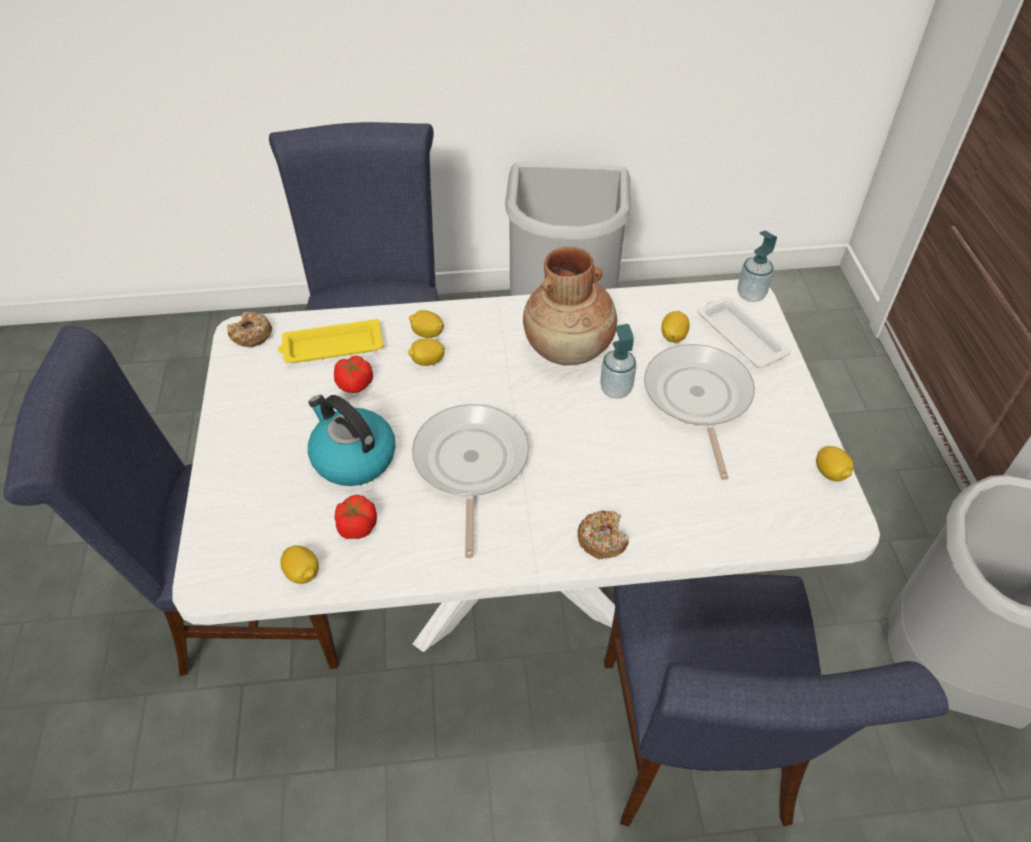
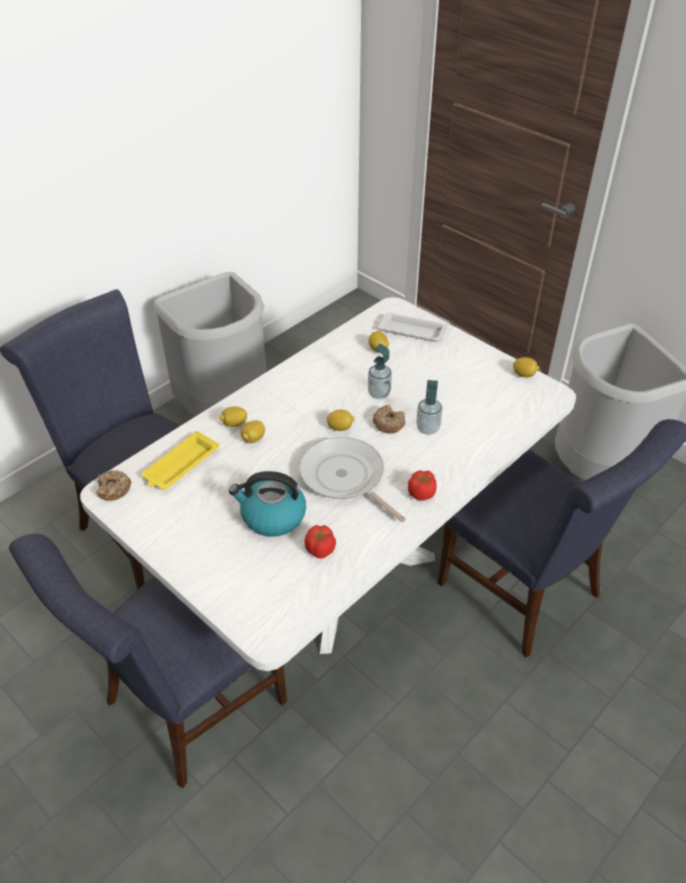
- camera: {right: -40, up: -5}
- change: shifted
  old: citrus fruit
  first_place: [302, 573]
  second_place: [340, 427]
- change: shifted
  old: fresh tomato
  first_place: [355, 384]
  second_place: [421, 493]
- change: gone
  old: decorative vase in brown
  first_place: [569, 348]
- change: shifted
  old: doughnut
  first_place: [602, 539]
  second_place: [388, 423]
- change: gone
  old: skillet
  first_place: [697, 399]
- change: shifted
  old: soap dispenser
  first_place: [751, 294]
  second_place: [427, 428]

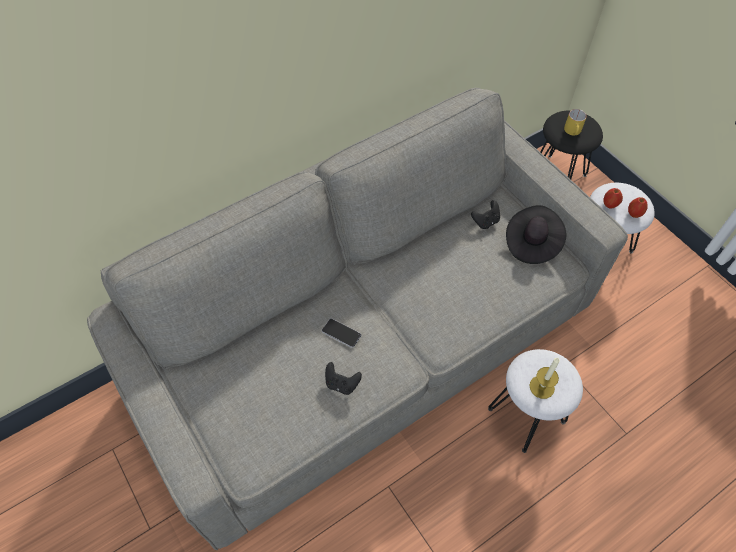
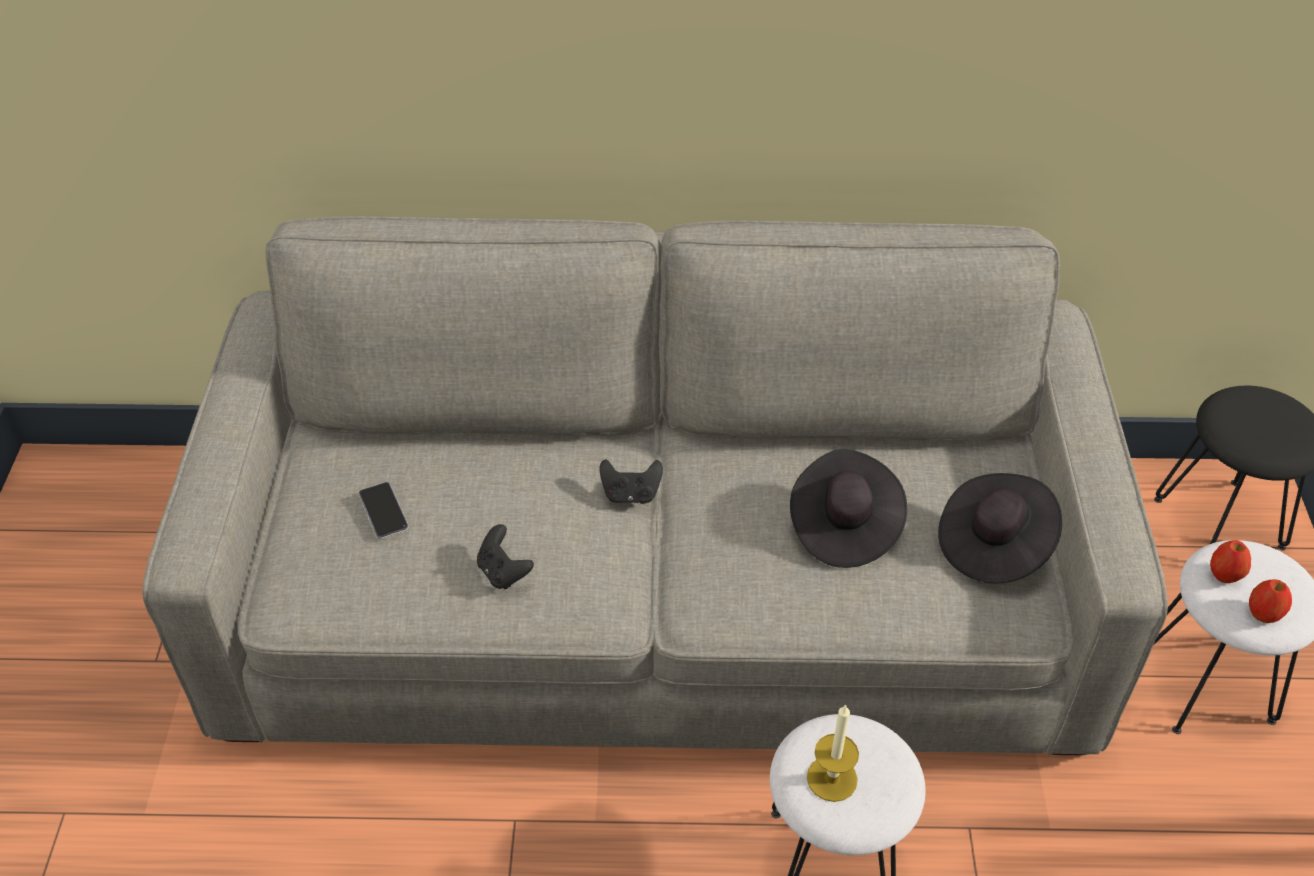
- camera: {right: 35, up: -10}
- change: shifted
  old: phone
  first_place: [341, 333]
  second_place: [383, 511]
- change: shifted
  old: gamepad in black-coloured
  first_place: [485, 221]
  second_place: [631, 494]
- change: gone
  old: tea mug in yellow-coloured
  first_place: [573, 132]
- change: new
  new: wearable hat in black-coloured
  second_place: [843, 526]

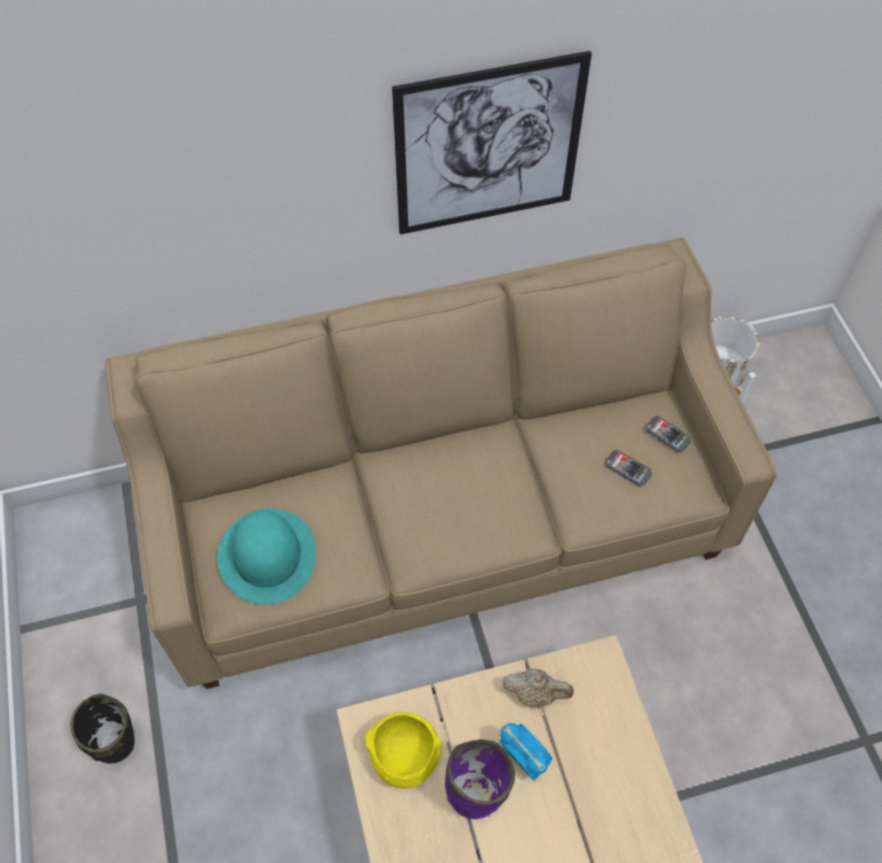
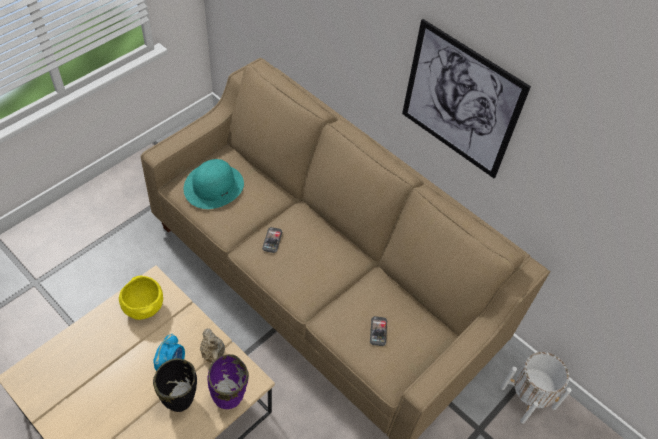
- camera: {right: 55, up: -5}
- change: shifted
  old: decorative vase in black-coloured
  first_place: [121, 748]
  second_place: [180, 404]
- change: shifted
  old: decorative vase in purple-coloured
  first_place: [477, 797]
  second_place: [230, 401]
- change: shifted
  old: phone
  first_place: [667, 435]
  second_place: [272, 240]

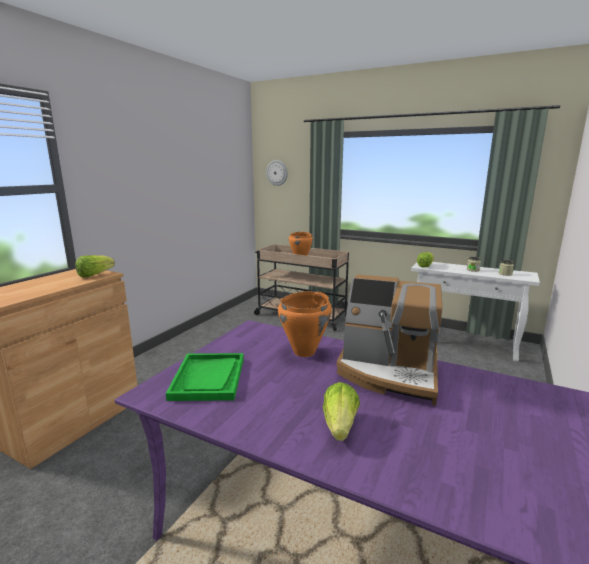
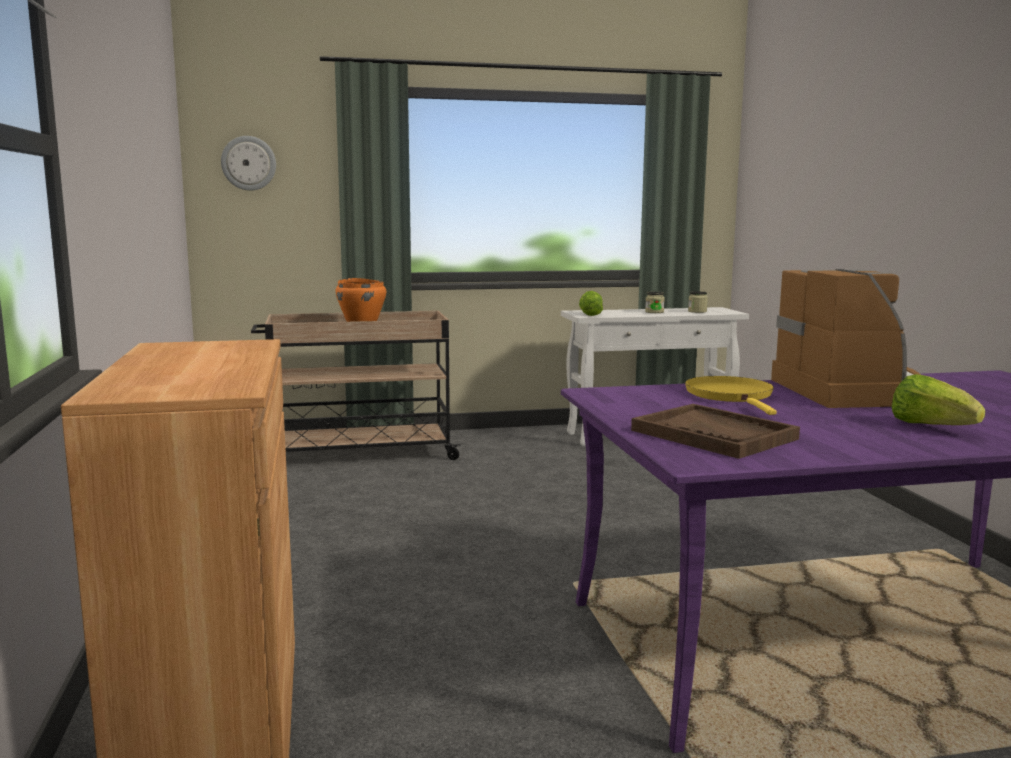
- camera: {right: -40, up: -5}
- change: gone
  old: head of lettuce
  first_place: [94, 275]
- change: repainted
  old: carrying tray in green-coloured
  new: carrying tray in brown
  first_place: [208, 378]
  second_place: [714, 435]
- change: swapped
  old: saucepot in orange
  new: skillet in yellow-coloured
  first_place: [305, 352]
  second_place: [731, 396]
- change: rotated
  old: coffee maker
  first_place: [389, 372]
  second_place: [850, 391]
  degrees: -75

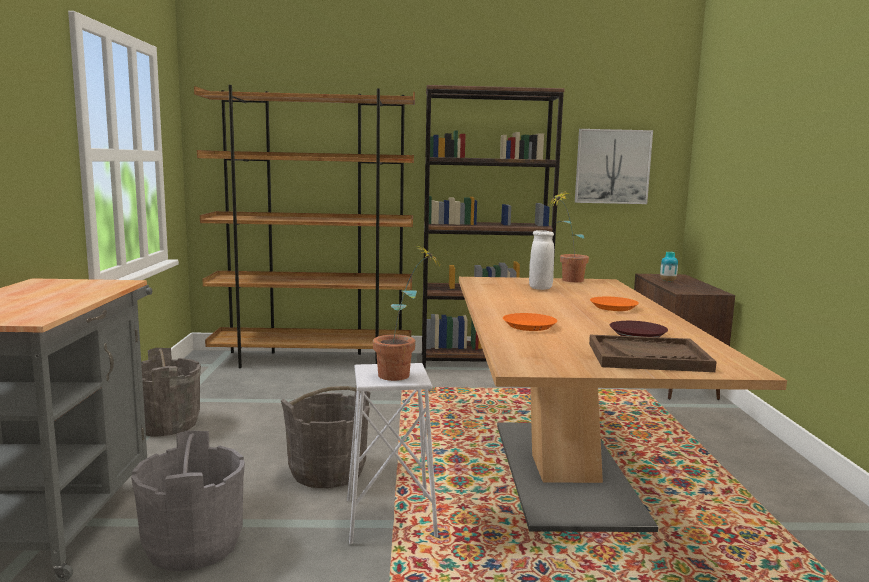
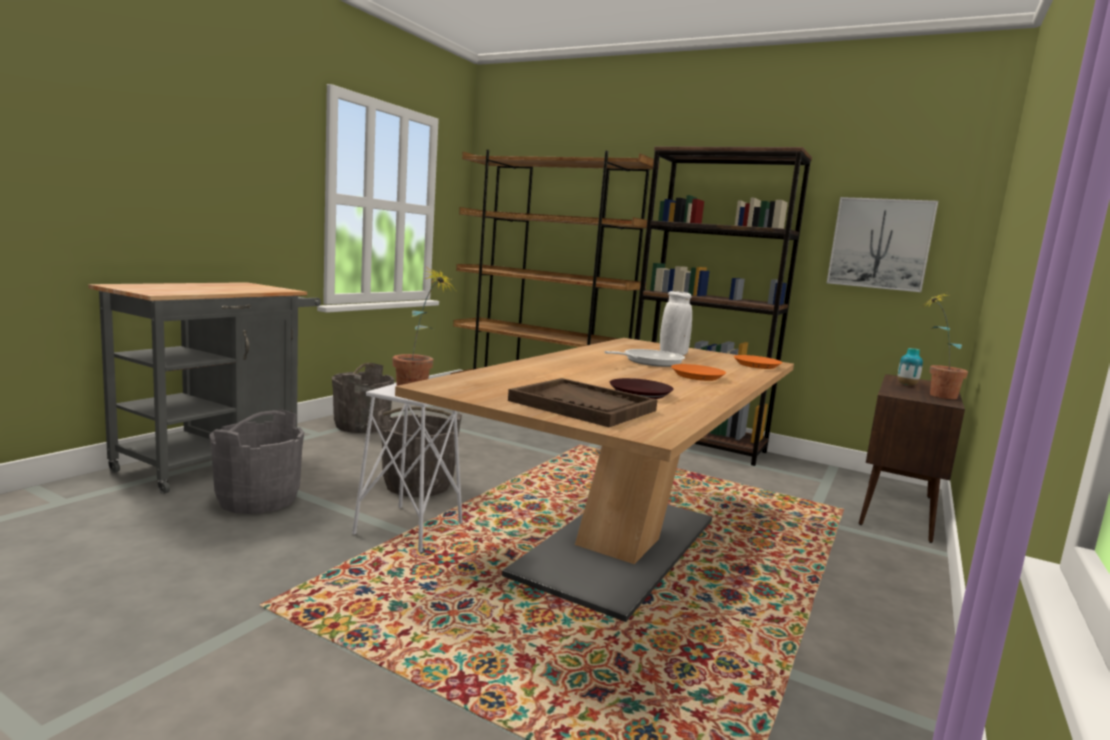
- camera: {right: 30, up: 0}
- change: shifted
  old: plate in orange
  first_place: [529, 326]
  second_place: [756, 365]
- change: shifted
  old: potted plant
  first_place: [566, 280]
  second_place: [934, 395]
- change: new
  new: skillet
  second_place: [648, 362]

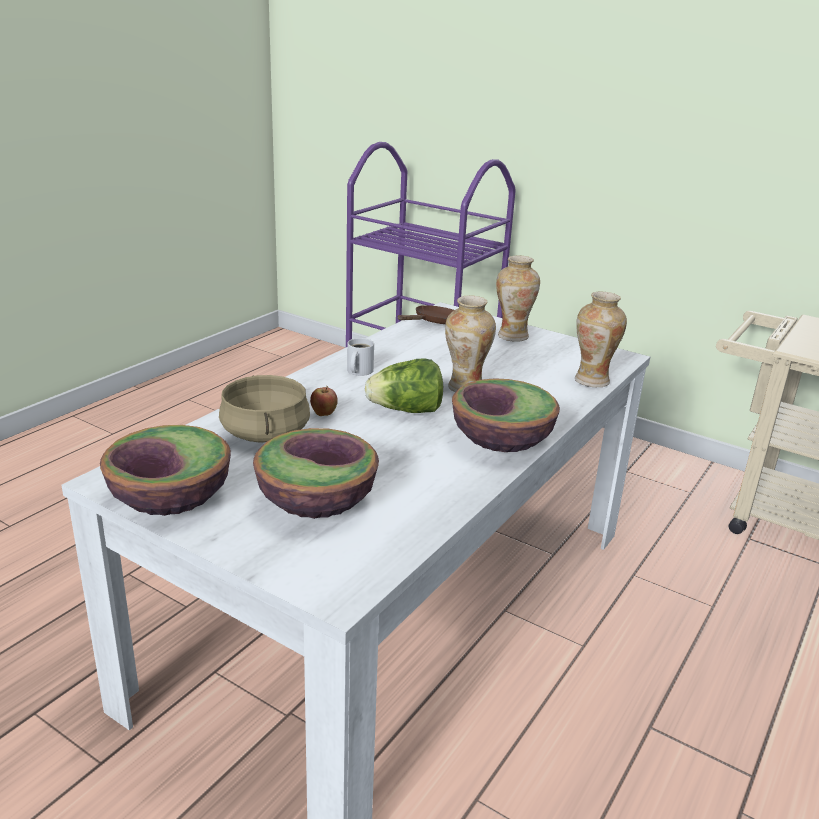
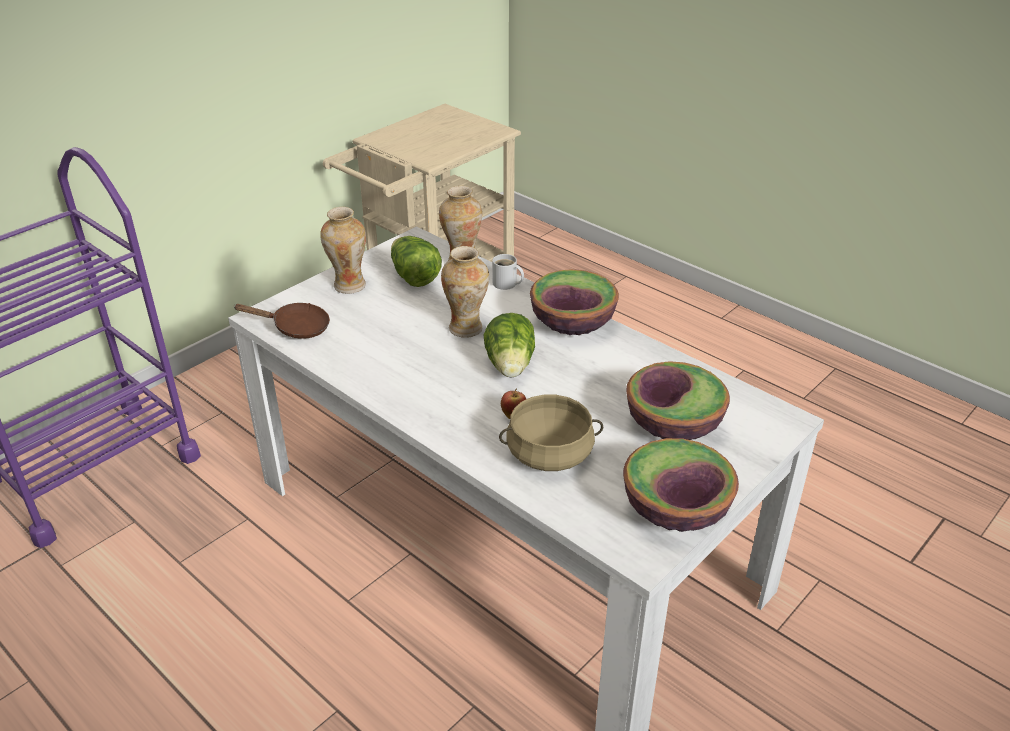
- camera: {right: -80, up: 10}
- change: shifted
  old: tea mug in white-coloured
  first_place: [358, 371]
  second_place: [506, 284]
- change: rotated
  old: skillet in brown
  first_place: [434, 323]
  second_place: [295, 327]
  degrees: 135
- change: new
  new: head of lettuce
  second_place: [414, 277]

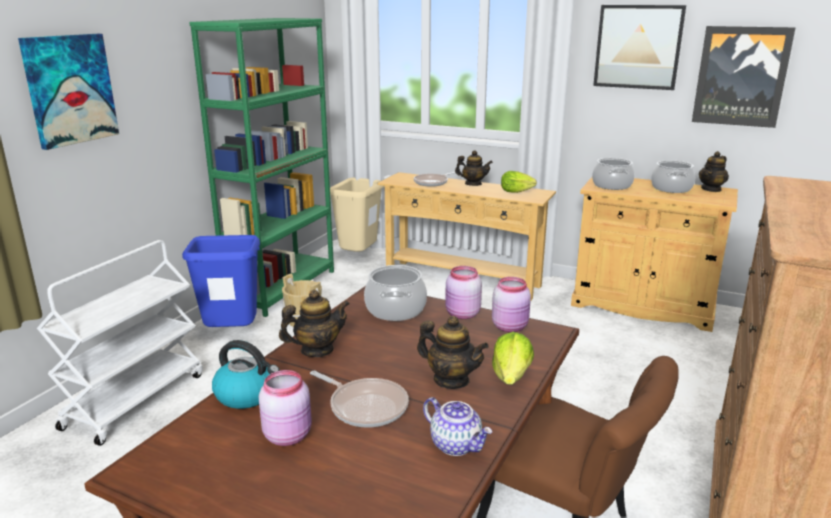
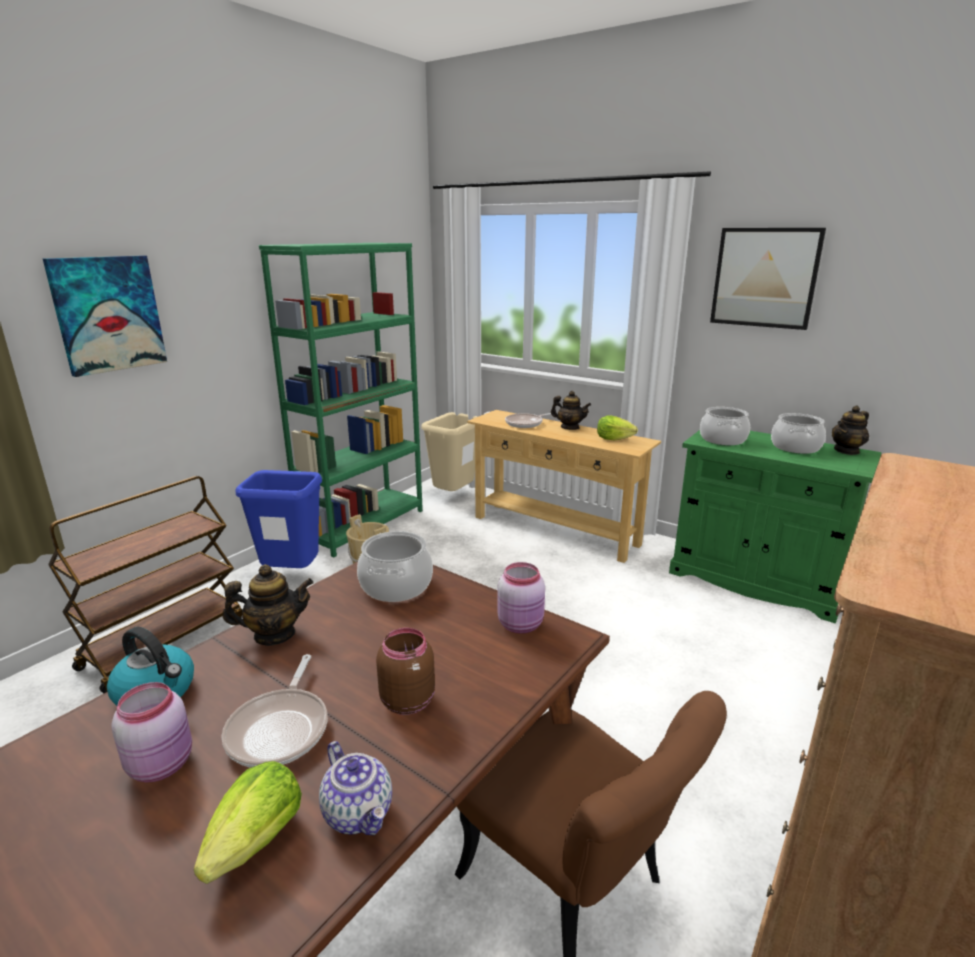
- camera: {right: 10, up: 0}
- change: repainted
  old: trolley in white-coloured
  new: trolley in brown
  first_place: [135, 400]
  second_place: [165, 642]
- change: rotated
  old: skillet
  first_place: [365, 406]
  second_place: [280, 729]
  degrees: 45
- change: swapped
  old: pot for tea
  new: jar in brown
  first_place: [451, 380]
  second_place: [407, 700]
- change: gone
  old: jar in pink
  first_place: [462, 314]
- change: shifted
  old: head of lettuce
  first_place: [511, 377]
  second_place: [257, 841]
- change: repainted
  old: cabinet in beige
  new: cabinet in green-coloured
  first_place: [642, 306]
  second_place: [755, 580]
- change: gone
  old: picture
  first_place: [741, 76]

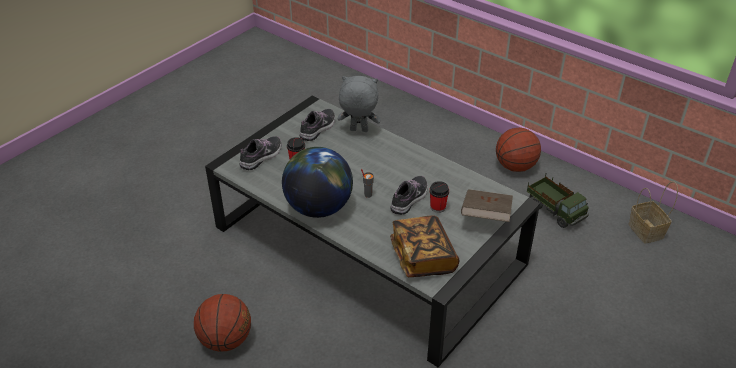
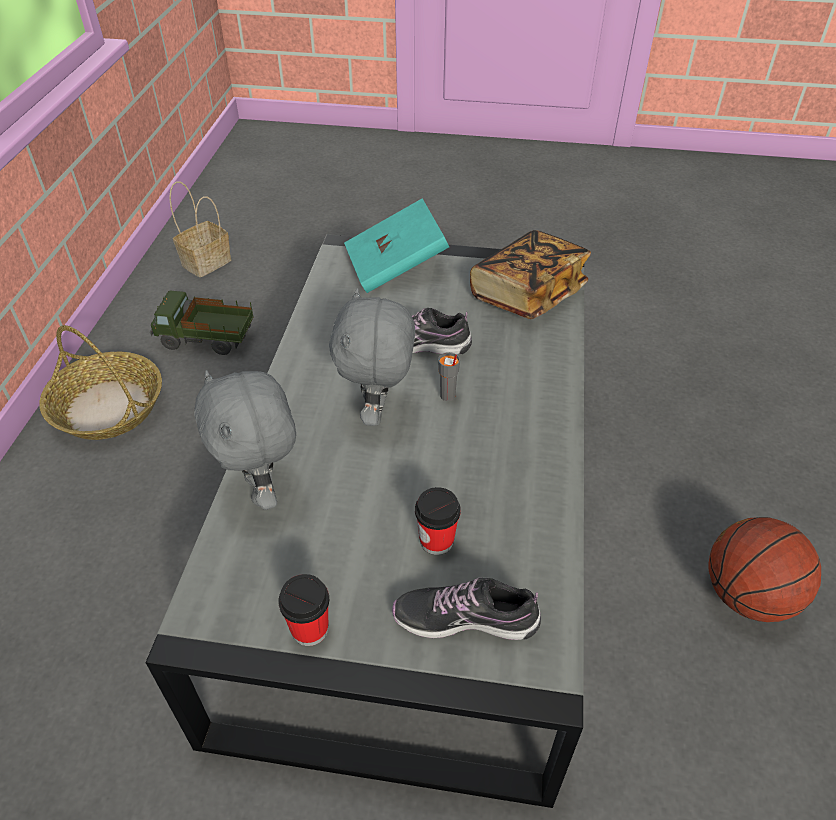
- camera: {right: -120, up: 5}
- change: gone
  old: desk globe
  first_place: [318, 207]
- change: gone
  old: shoe
  first_place: [318, 128]
- change: shifted
  old: small cup
  first_place: [437, 207]
  second_place: [309, 629]
- change: repainted
  old: book in brown
  new: book in turquoise
  first_place: [485, 216]
  second_place: [396, 267]
- change: swapped
  old: basketball ball
  new: household basket
  first_place: [515, 166]
  second_place: [109, 407]
- change: rotated
  old: toy lorry
  first_place: [555, 211]
  second_place: [206, 340]
  degrees: -105
- change: new
  new: plush toy in greyish
  second_place: [378, 412]

